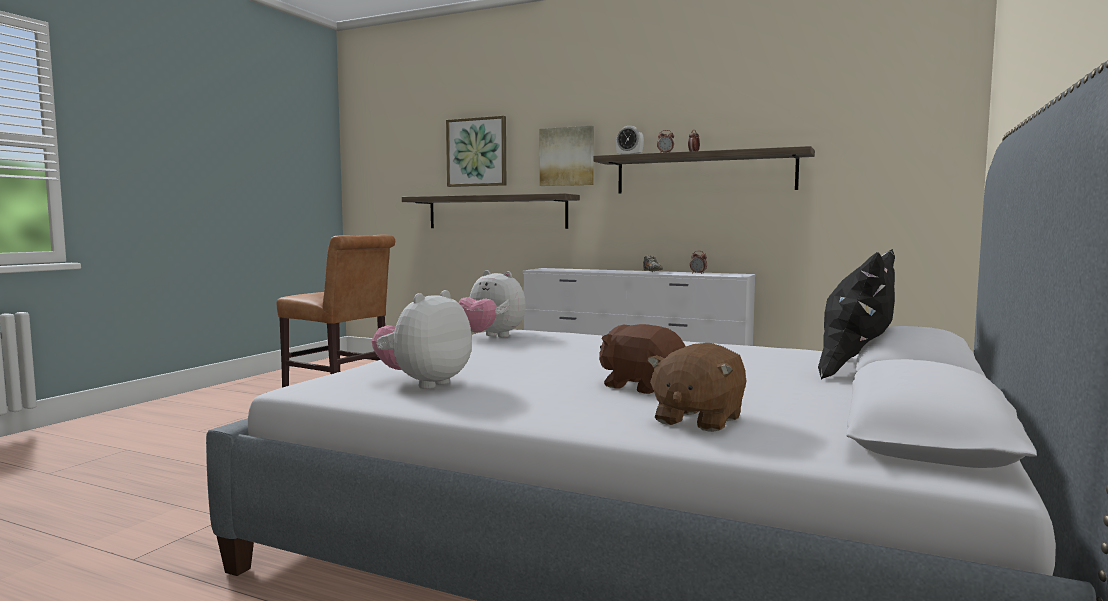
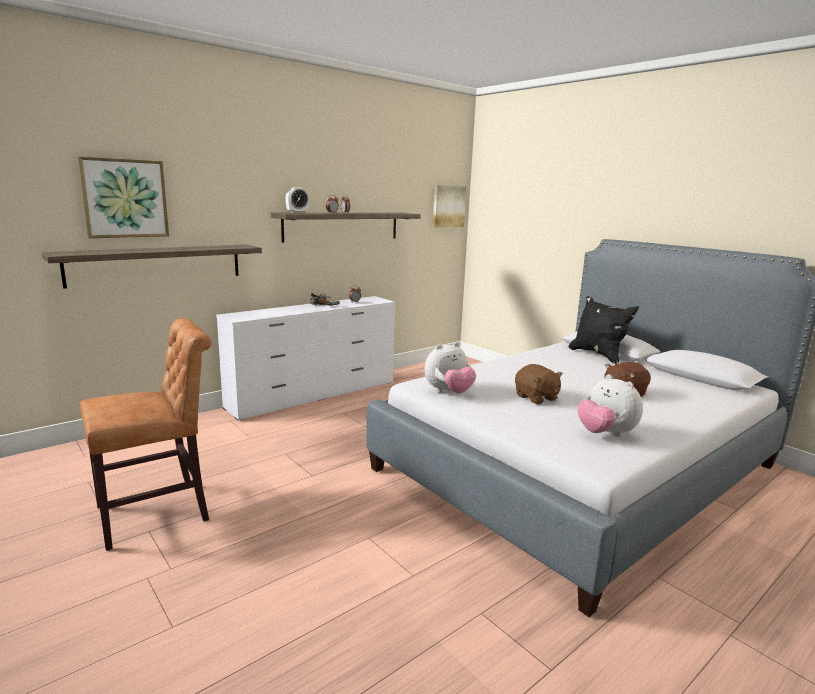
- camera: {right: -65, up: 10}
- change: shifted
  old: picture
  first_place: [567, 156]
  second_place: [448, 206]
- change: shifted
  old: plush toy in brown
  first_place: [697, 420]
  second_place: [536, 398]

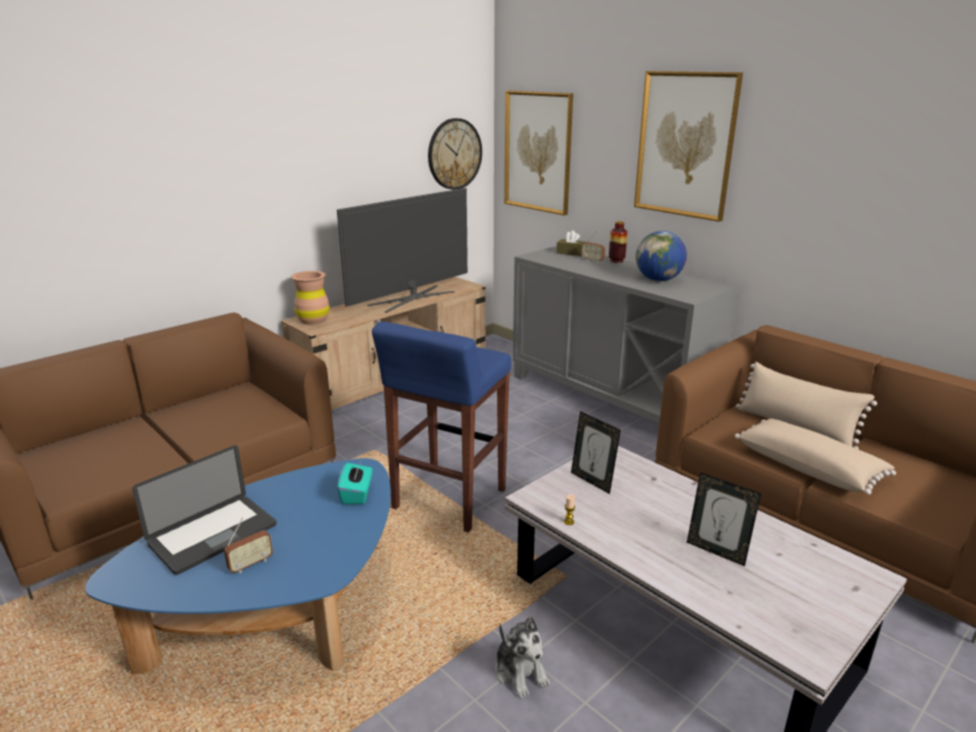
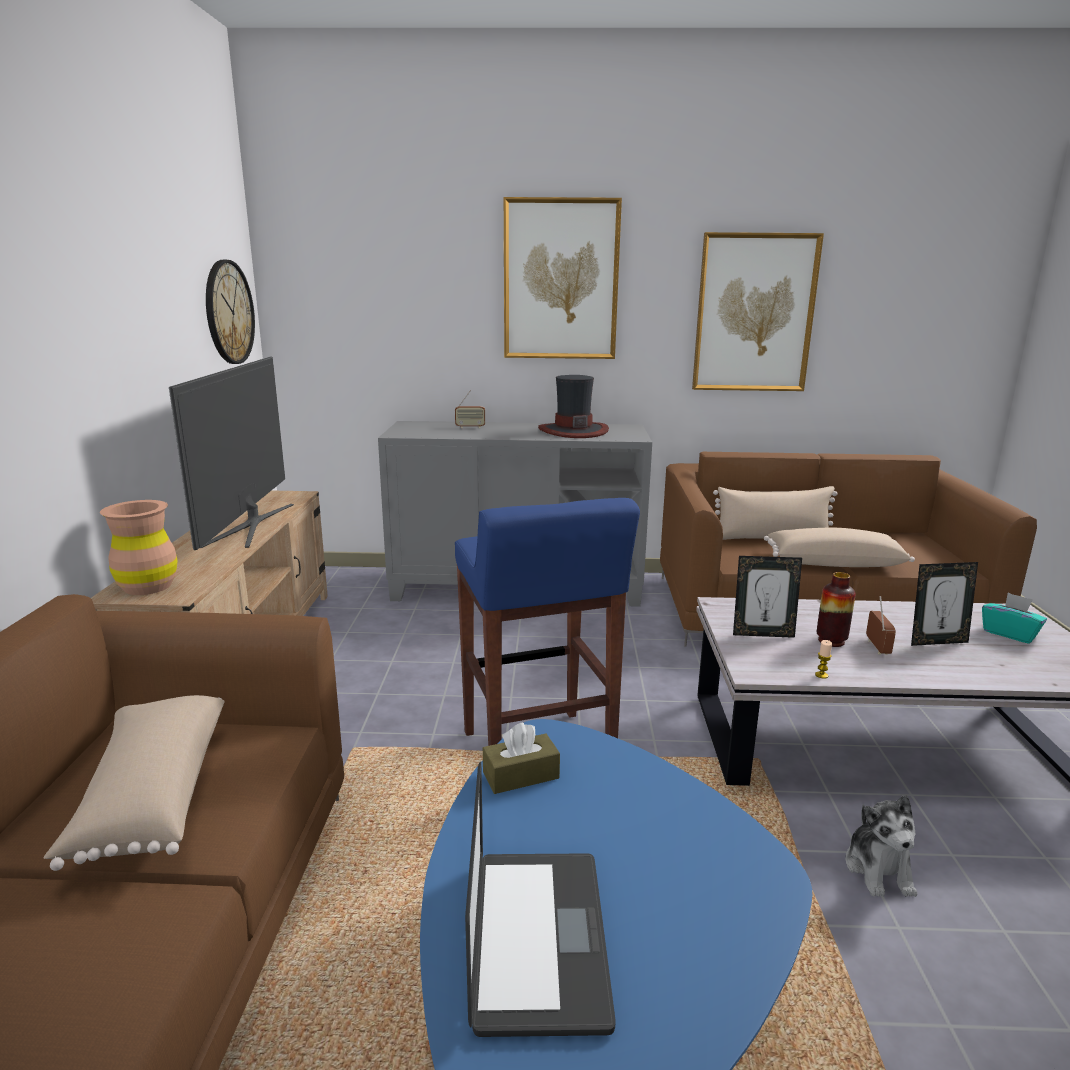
- camera: {right: -45, up: -5}
- change: shifted
  old: radio set
  first_place: [251, 564]
  second_place: [877, 647]
- change: shifted
  old: tissue box in turquoise
  first_place: [357, 494]
  second_place: [1009, 633]
- change: rotated
  old: plush toy
  first_place: [520, 672]
  second_place: [879, 870]
  degrees: 75
- change: shifted
  old: picture
  first_place: [538, 152]
  second_place: [754, 313]
- change: shifted
  old: tissue box in brown
  first_place: [571, 253]
  second_place: [521, 775]
- change: shifted
  old: decorative vase
  first_place: [616, 261]
  second_place: [831, 641]
- change: swapped
  old: desk globe
  new: wearable hat
  first_place: [658, 280]
  second_place: [573, 431]
- change: new
  new: throw pillow in beige
  second_place: [151, 796]

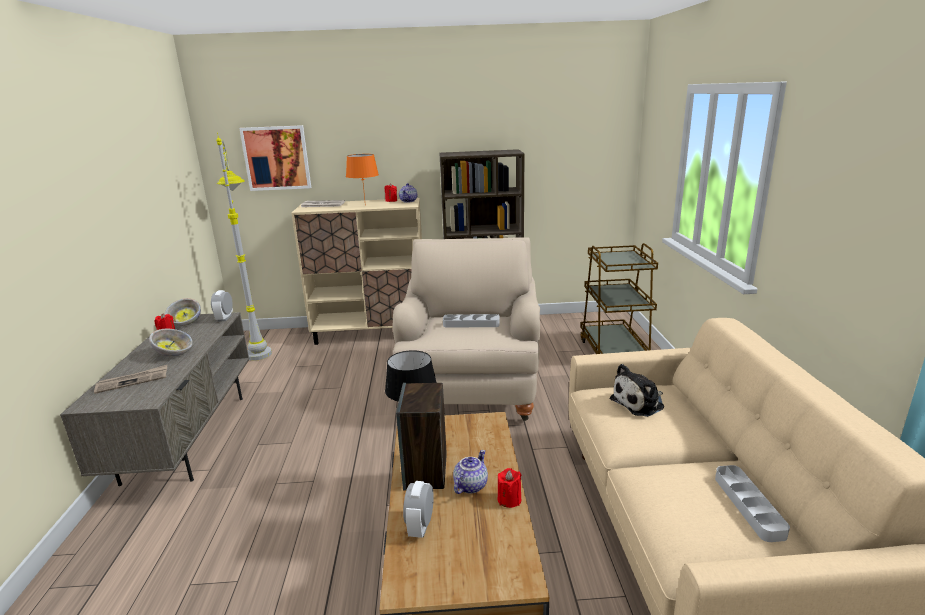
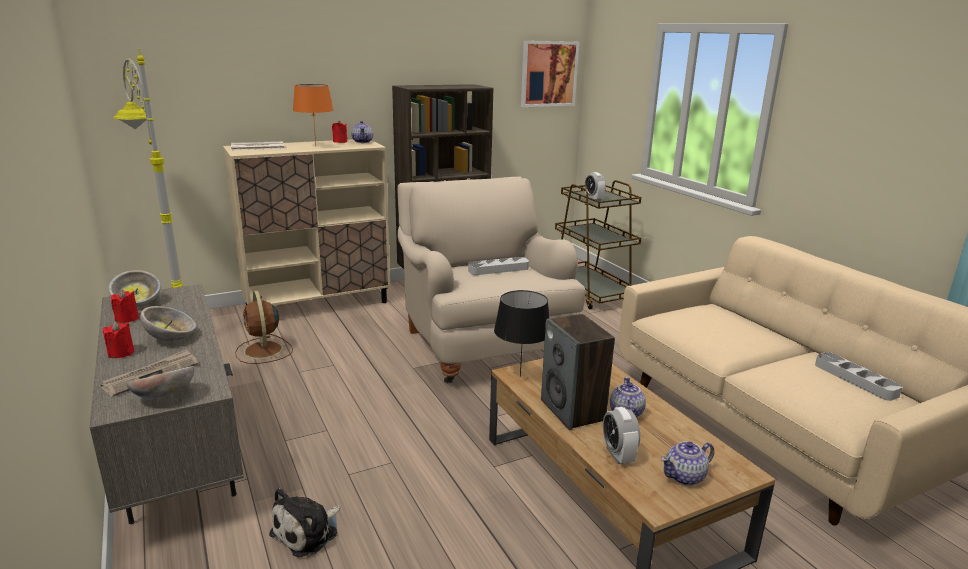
- camera: {right: -25, up: 0}
- change: shifted
  old: table clock
  first_place: [225, 318]
  second_place: [593, 199]
- change: shifted
  old: picture
  first_place: [276, 158]
  second_place: [548, 74]
- change: shifted
  old: wax light in red
  first_place: [509, 499]
  second_place: [121, 353]
- change: shifted
  old: plush toy
  first_place: [639, 403]
  second_place: [308, 532]
- change: new
  new: deep dish
  second_place: [164, 397]
- change: new
  new: fan in brown
  second_place: [263, 351]
- change: new
  new: pot for tea
  second_place: [685, 476]

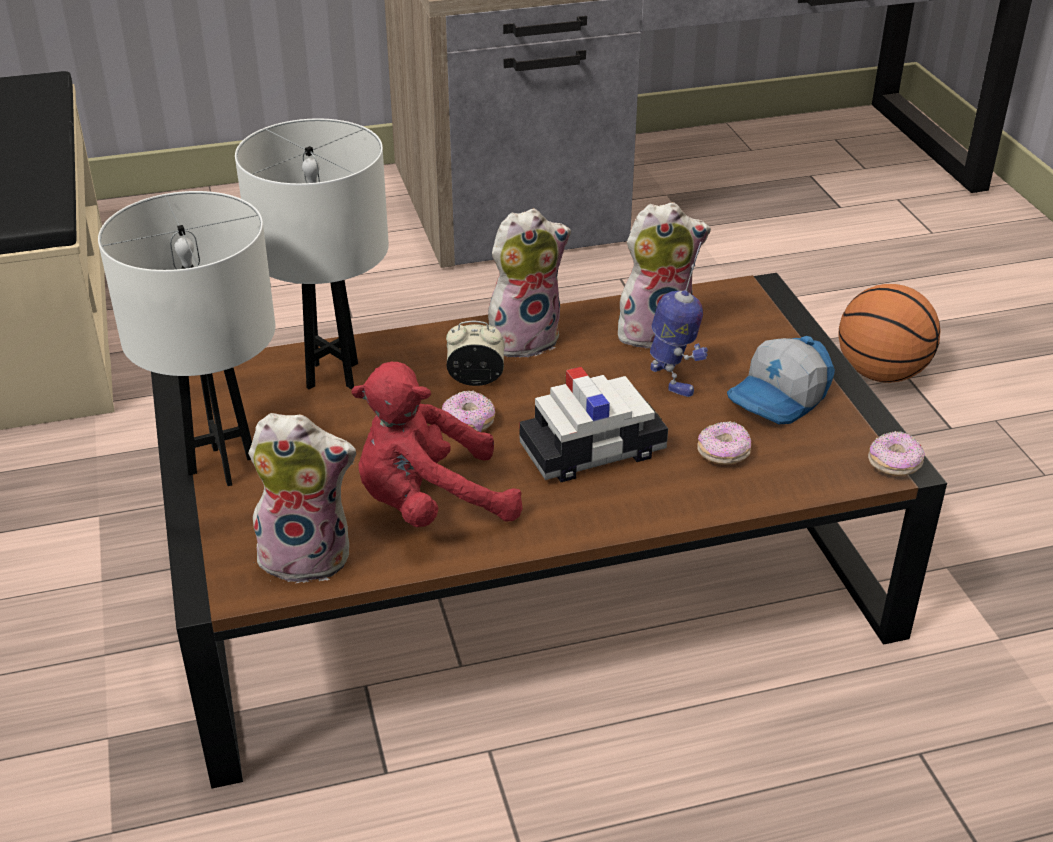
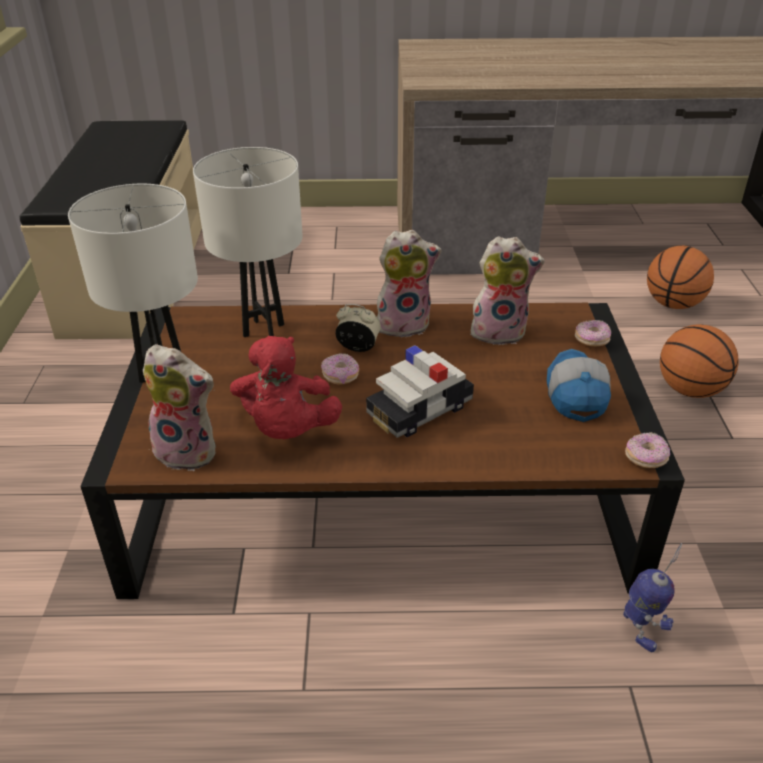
- camera: {right: 15, up: 0}
- change: rotated
  old: plush toy in red
  first_place: [429, 504]
  second_place: [287, 429]
  degrees: -90
- change: rotated
  old: miniature car
  first_place: [593, 450]
  second_place: [419, 410]
  degrees: 150
- change: shifted
  old: model robot
  first_place: [673, 379]
  second_place: [640, 629]
- change: shifted
  old: doughnut
  first_place: [723, 454]
  second_place: [591, 340]
- change: rotated
  old: cap
  first_place: [780, 399]
  second_place: [574, 394]
  degrees: 120
- change: new
  new: basketball ball
  second_place: [673, 304]

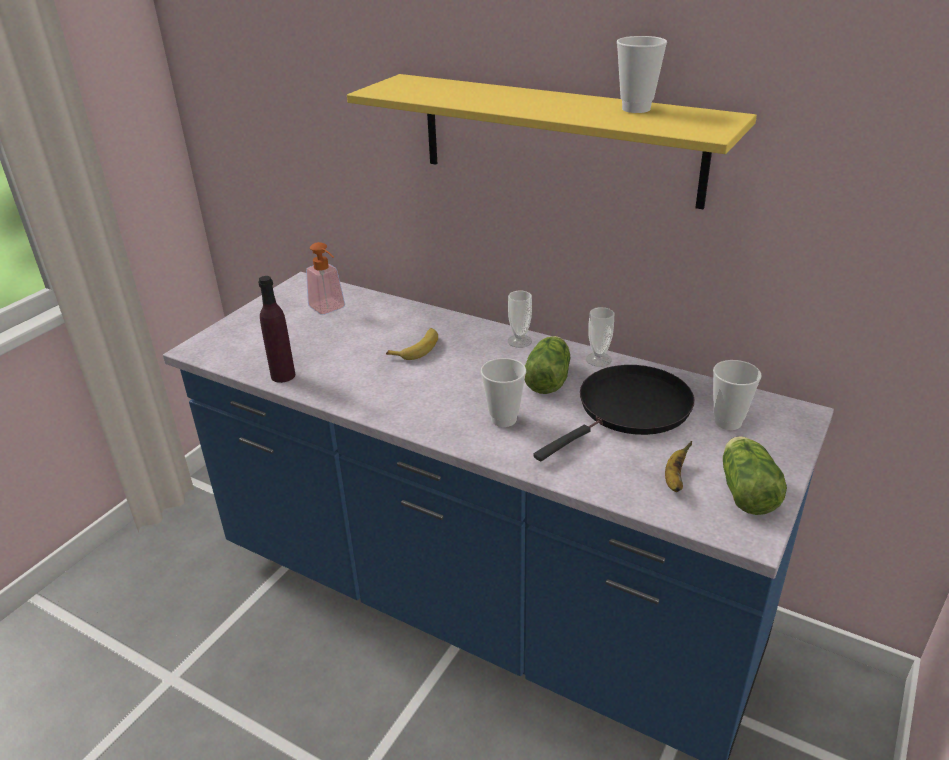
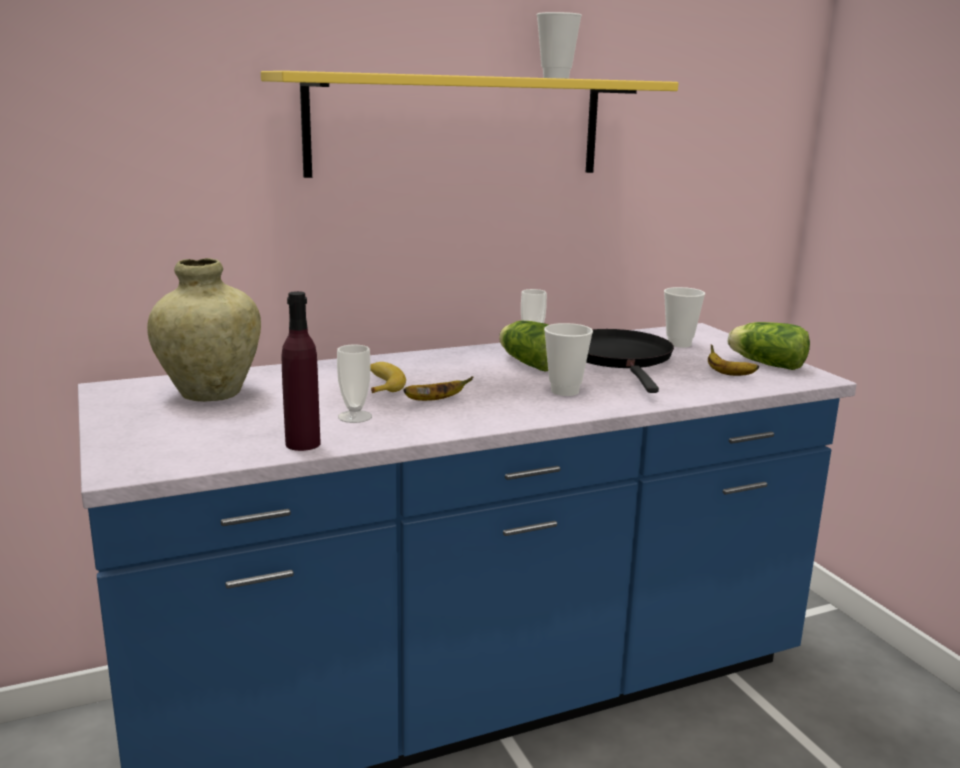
- camera: {right: -55, up: -15}
- change: swapped
  old: soap dispenser
  new: decorative vase in beige
  first_place: [330, 309]
  second_place: [210, 393]
- change: shifted
  old: small cup
  first_place: [519, 341]
  second_place: [355, 416]
- change: new
  new: banana fruit
  second_place: [435, 400]

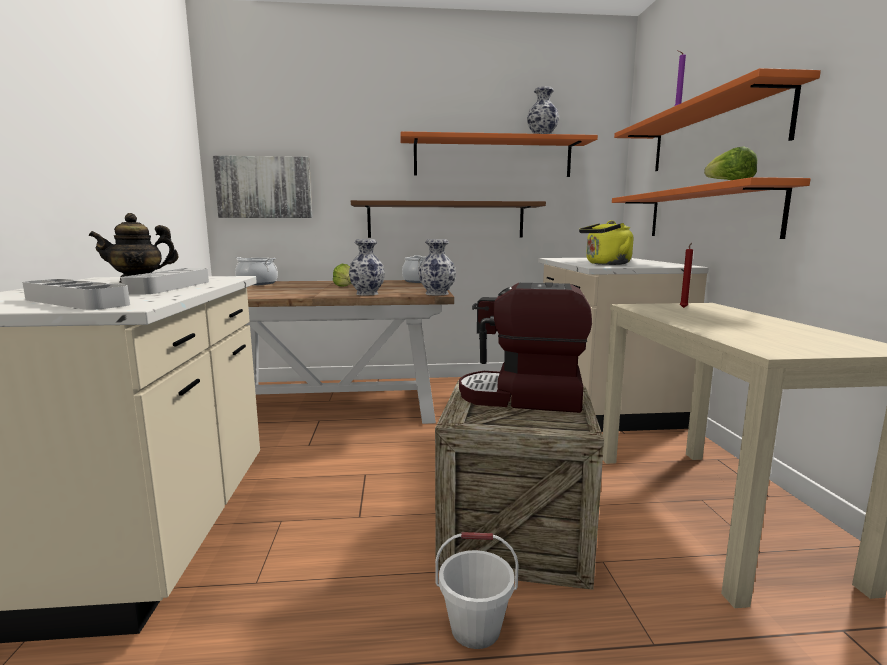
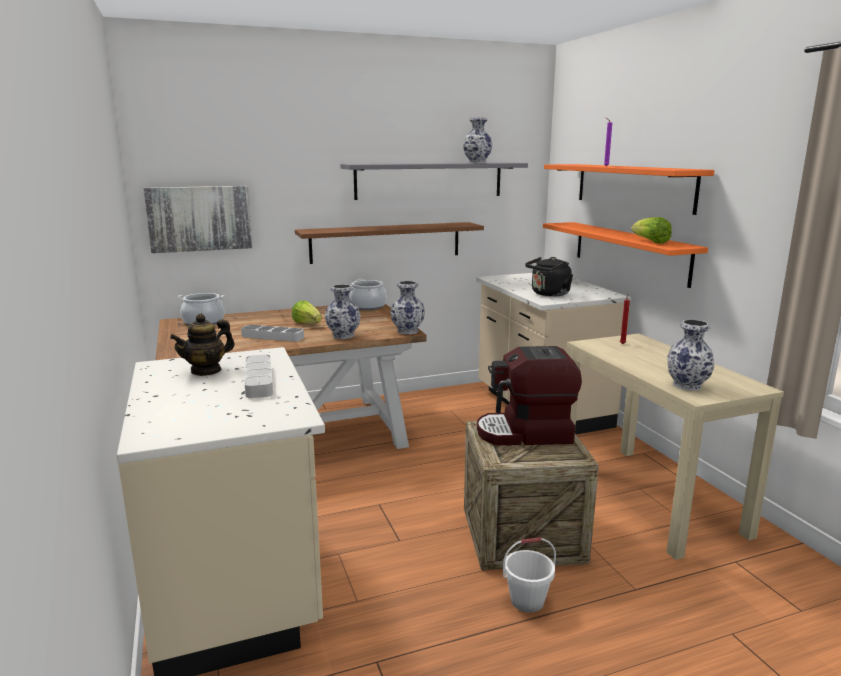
- camera: {right: -15, up: 5}
- change: shifted
  old: carrying tray in greyish
  first_place: [76, 302]
  second_place: [272, 337]
- change: repainted
  old: wall shelf in orange
  new: wall shelf in greyish
  first_place: [493, 158]
  second_place: [429, 180]
- change: repainted
  old: kettle in yellow-coloured
  new: kettle in black-coloured
  first_place: [605, 264]
  second_place: [548, 294]
- change: new
  new: decorative vase
  second_place: [686, 385]

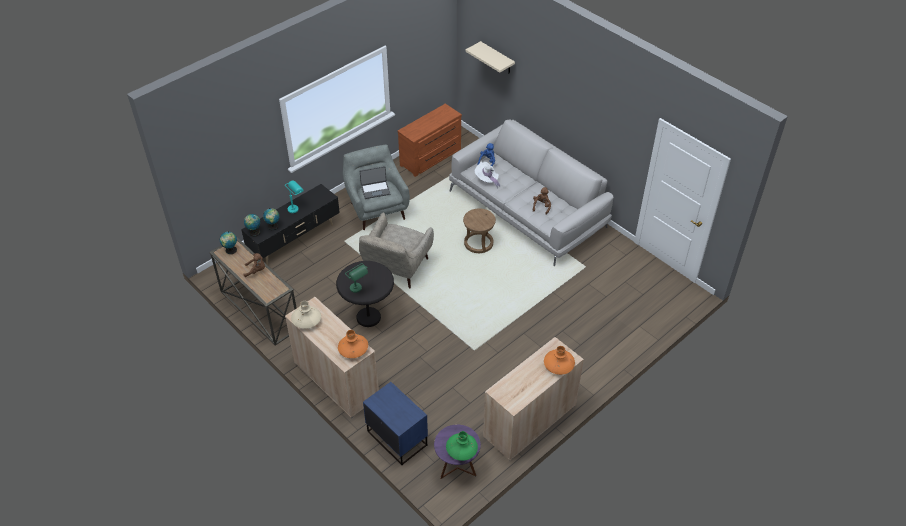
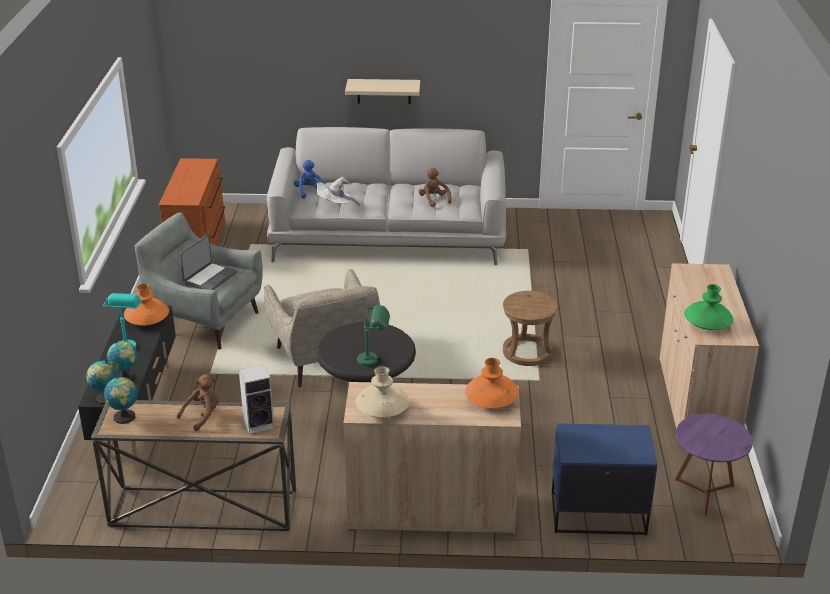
- camera: {right: -45, up: -15}
- change: shifted
  old: decorative vase in green-coloured
  first_place: [461, 450]
  second_place: [707, 324]
- change: shifted
  old: sitting stool in brown
  first_place: [478, 243]
  second_place: [527, 353]
- change: shifted
  old: wall shelf in beige
  first_place: [497, 58]
  second_place: [384, 91]
- change: shifted
  old: decorative vase in orange
  first_place: [558, 365]
  second_place: [147, 319]
- change: new
  new: speaker
  second_place: [260, 423]

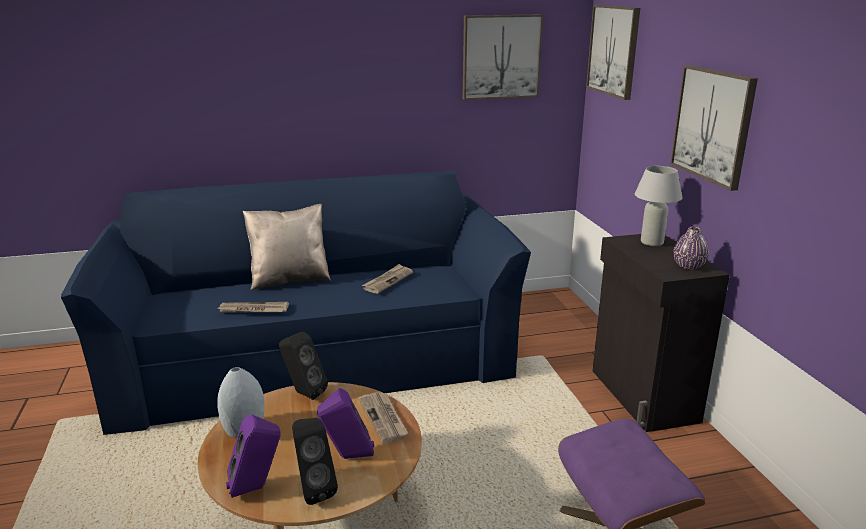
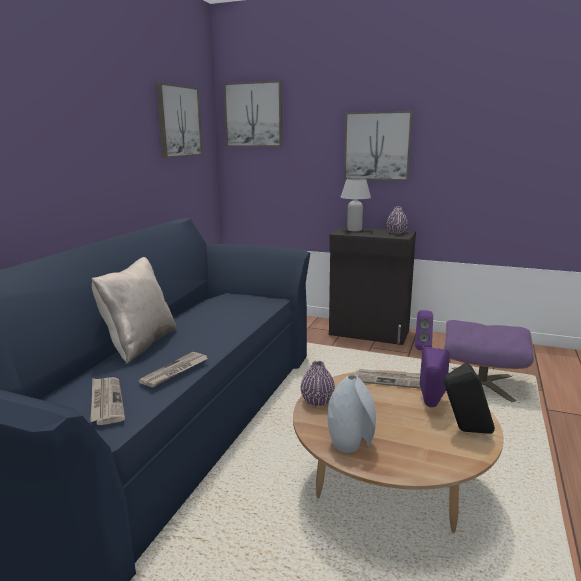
- camera: {right: -55, up: -5}
- change: shifted
  old: speaker in purple-coloured
  first_place: [257, 488]
  second_place: [422, 347]
- change: swapped
  old: speaker in black-coloured
  new: decorative vase in purple-coloured
  first_place: [303, 393]
  second_place: [317, 401]
- change: shifted
  old: daily paper
  first_place: [388, 280]
  second_place: [106, 402]

